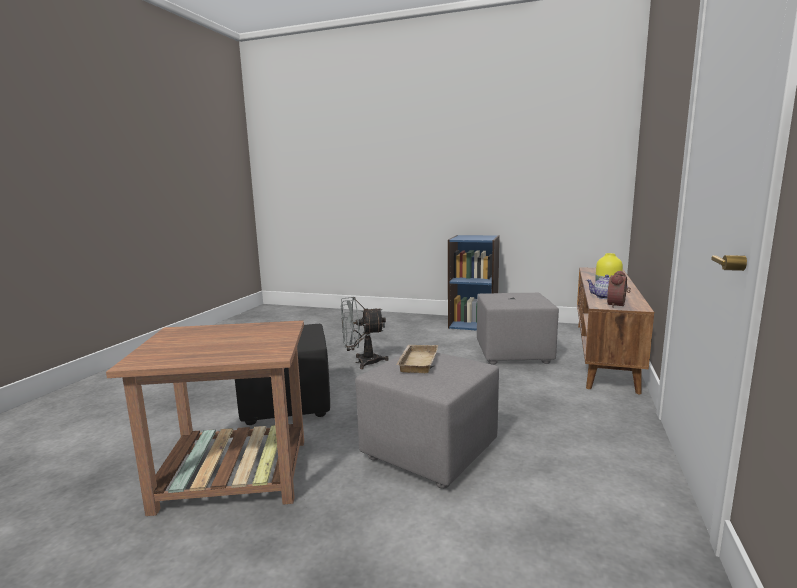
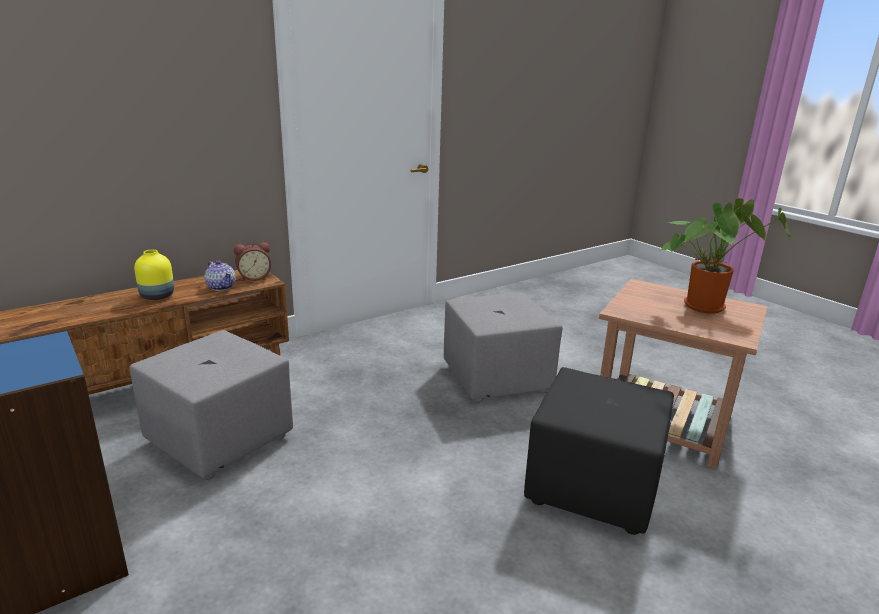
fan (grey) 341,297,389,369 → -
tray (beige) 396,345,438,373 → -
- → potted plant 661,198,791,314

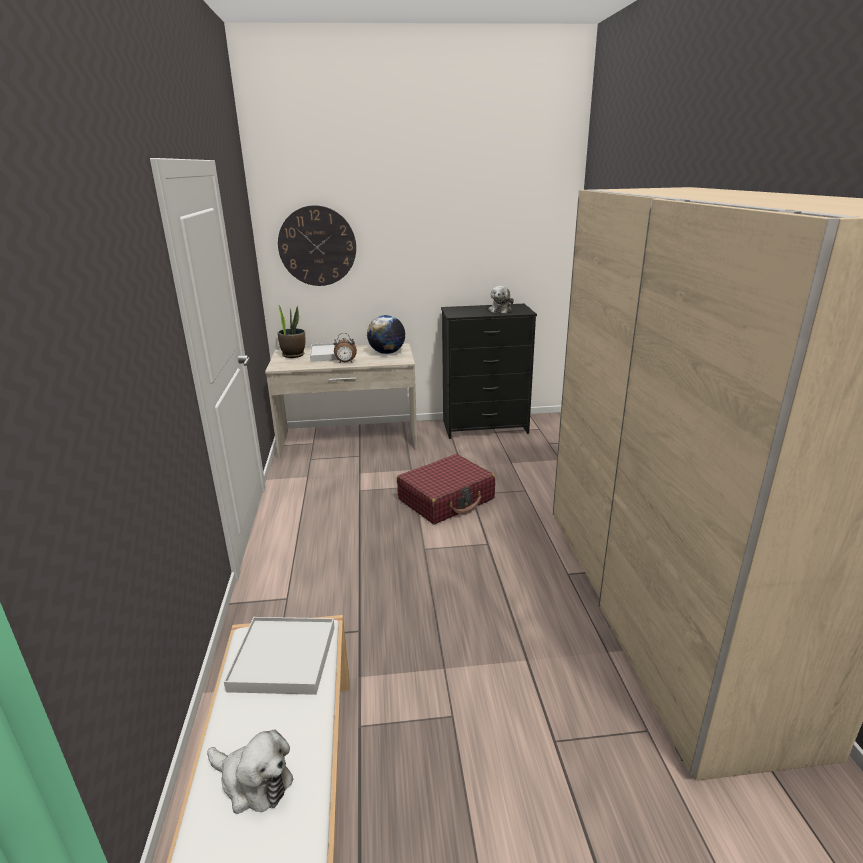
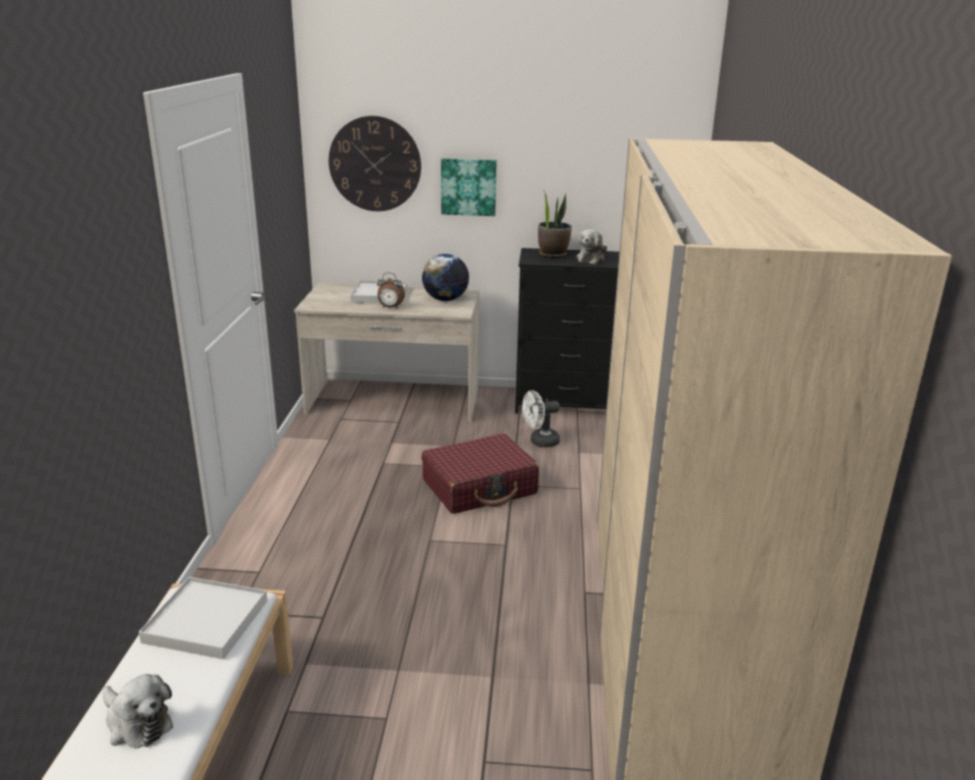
potted plant 278,304,305,358 → potted plant 538,190,572,258, shifted
- → picture 441,158,497,216
- → fan (white) 522,390,560,448

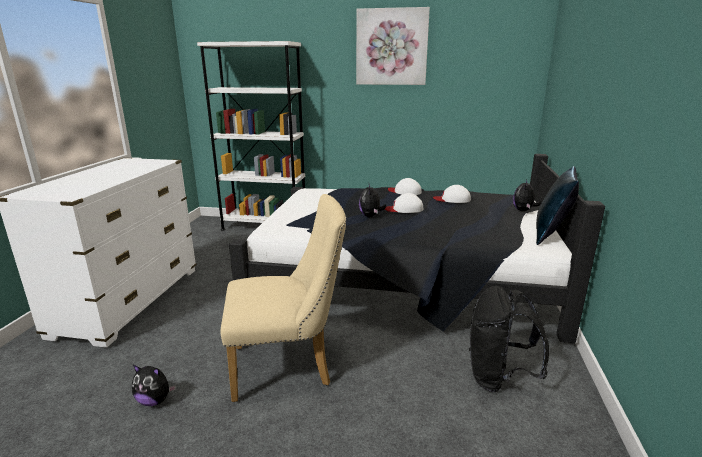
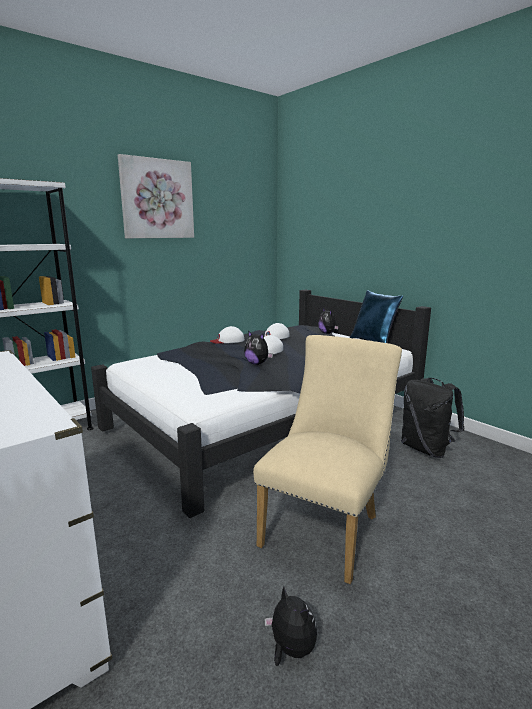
plush toy 132,365,176,406 → plush toy 264,586,317,666, 90 degrees counterclockwise

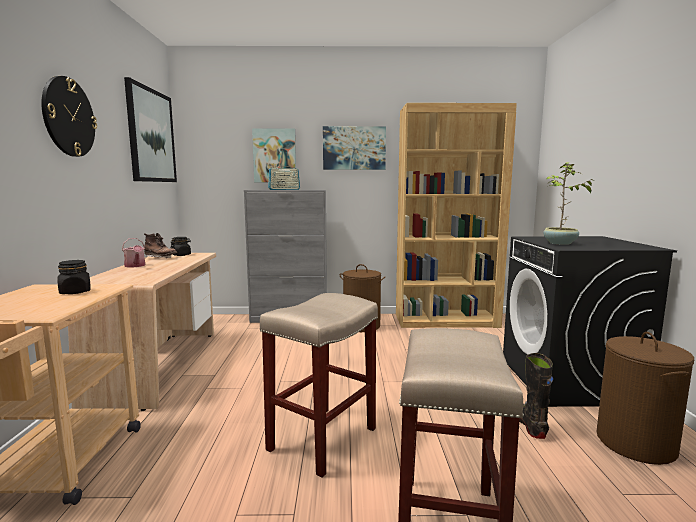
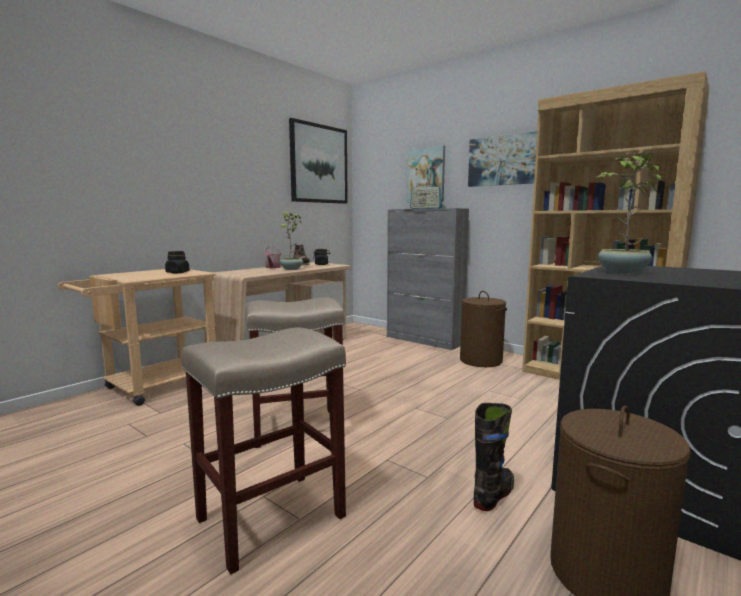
wall clock 41,76,97,157 → -
- → potted plant 280,211,303,270

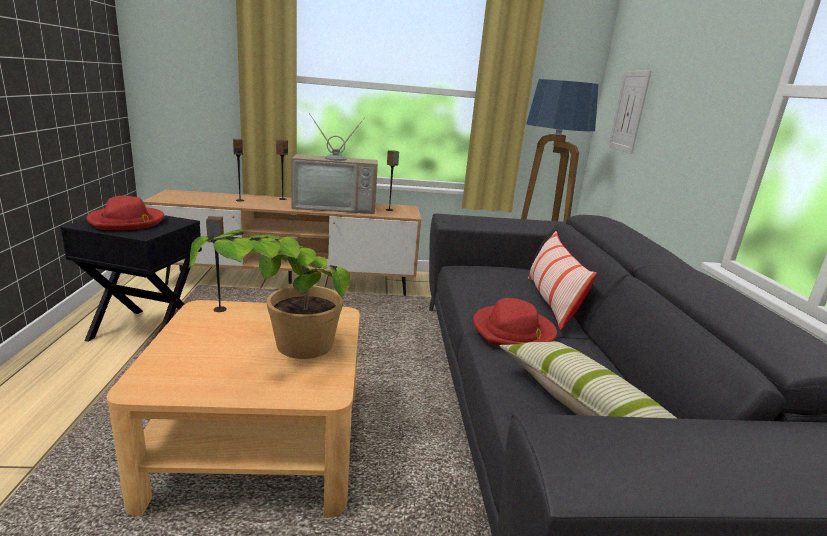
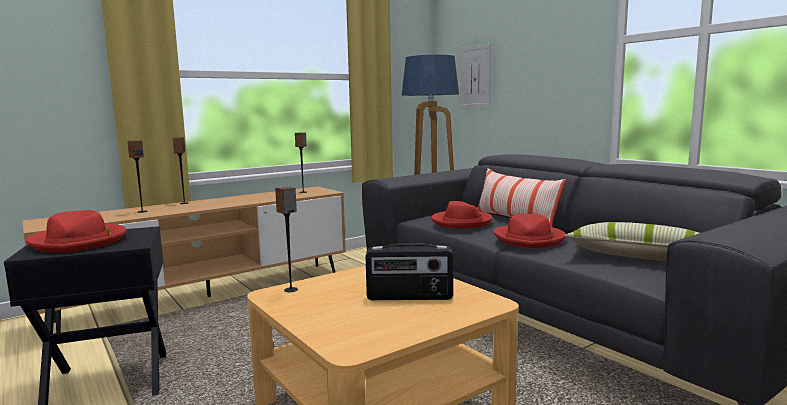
potted plant 188,229,351,359 → radio 366,244,453,300
television 291,113,378,214 → -
- → hat (red) 431,201,493,229

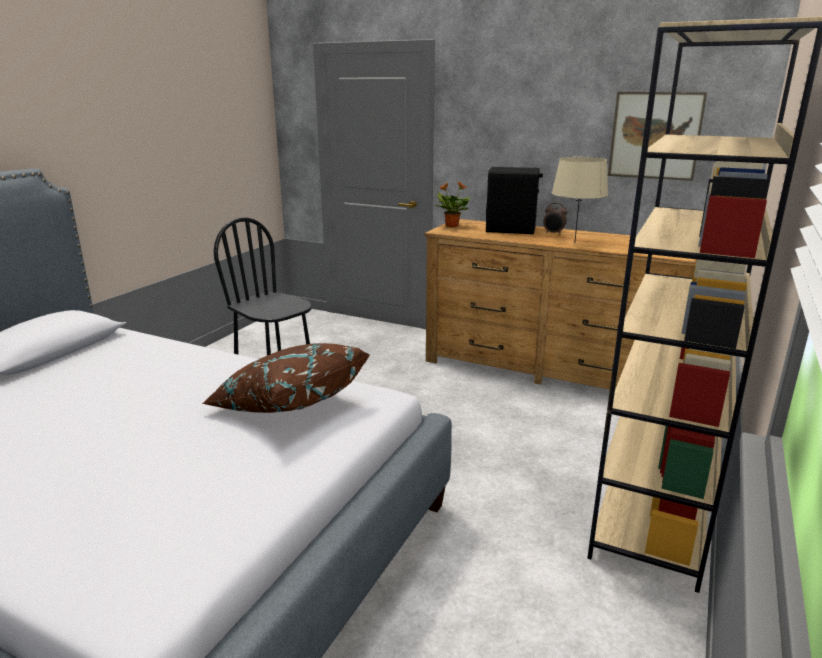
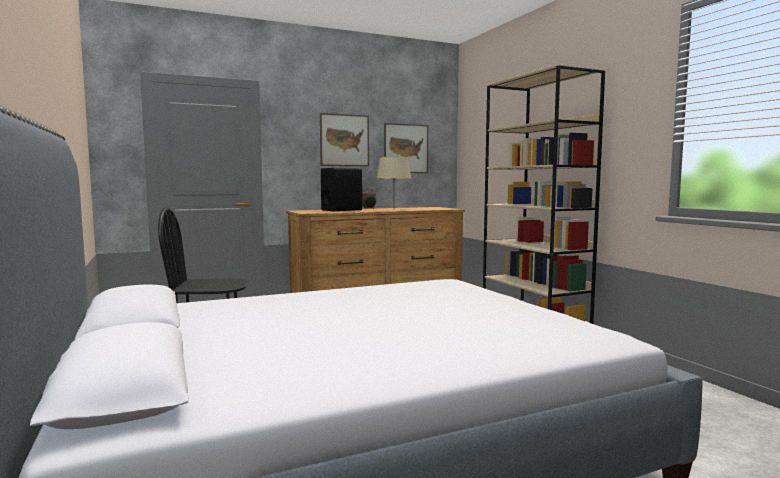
pillow (brown) 202,343,371,413 → -
potted plant 435,182,470,227 → -
- → picture 320,113,369,166

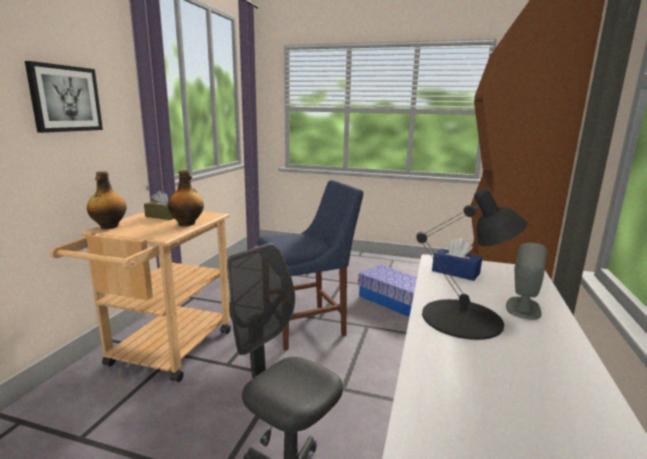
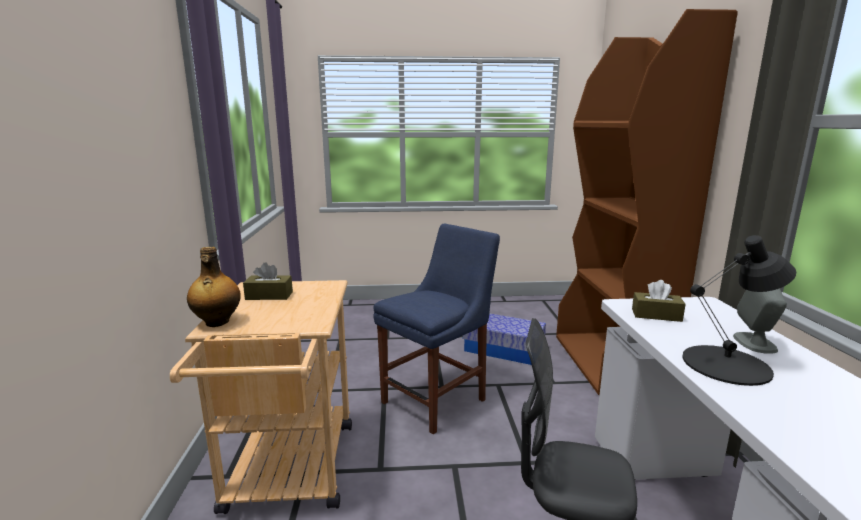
picture 25,61,103,133 → -
bottle 168,170,204,226 → -
tissue box (blue) 432,238,482,281 → tissue box (brown) 632,280,686,322

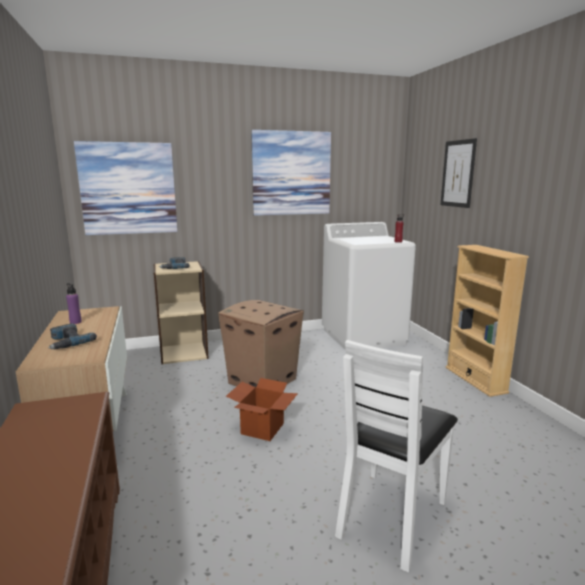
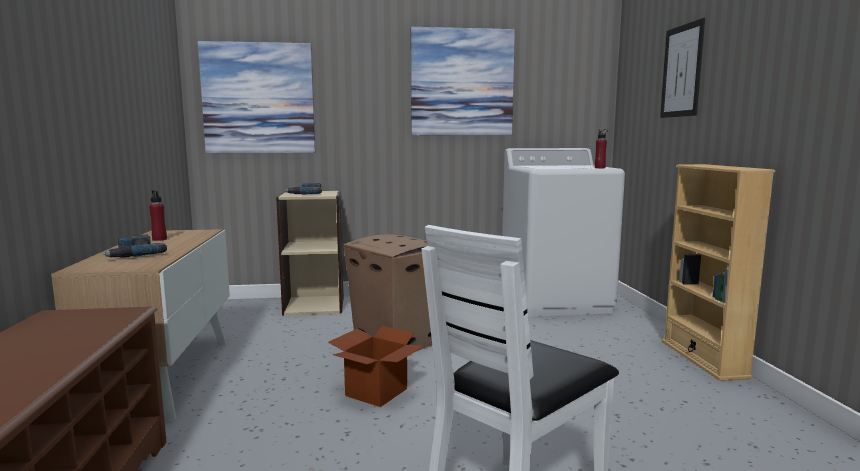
bottle (purple) 66,283,82,324 → bottle (red) 149,190,167,241

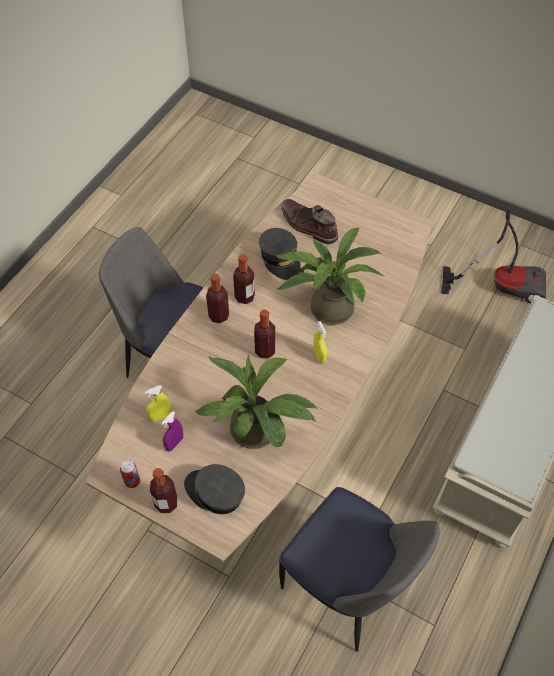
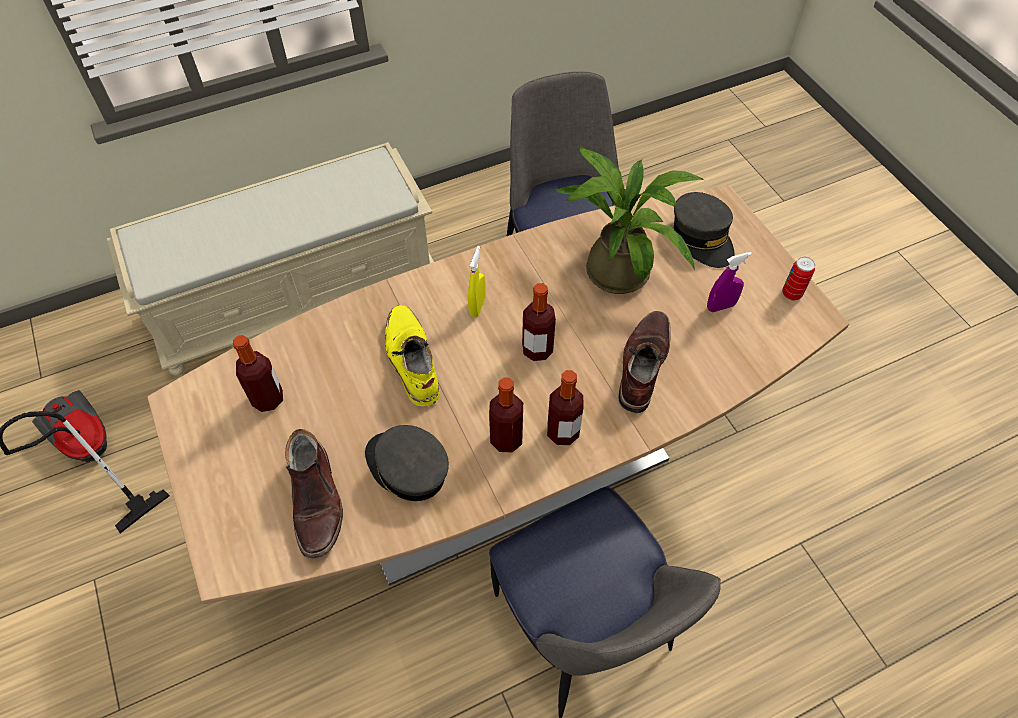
spray bottle (yellow) 145,385,171,422 → -
bottle 150,468,178,513 → bottle 233,335,283,412, shifted
cap (grey) 259,228,301,280 → cap (grey) 365,425,449,501, 60 degrees counterclockwise
potted plant 275,228,384,325 → boot (yellow) 385,305,440,406
- → boot (brown) 618,311,671,413

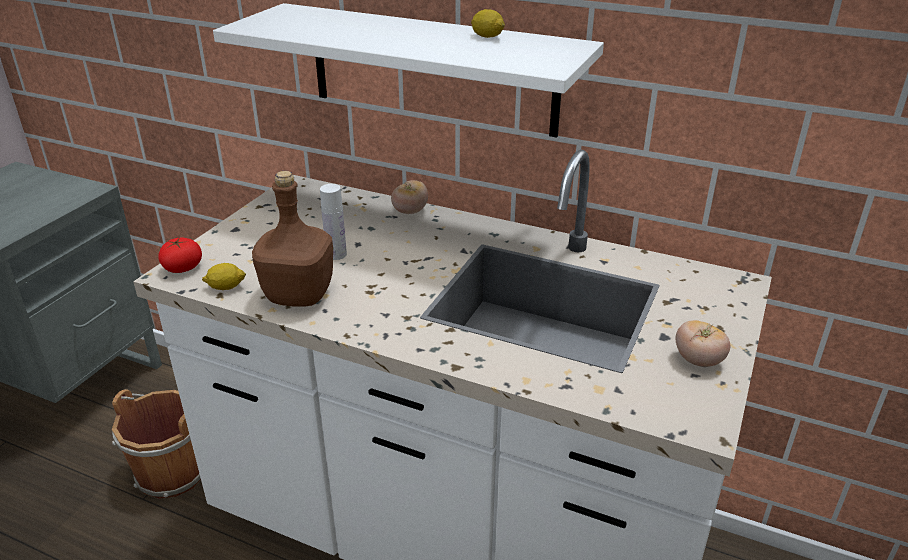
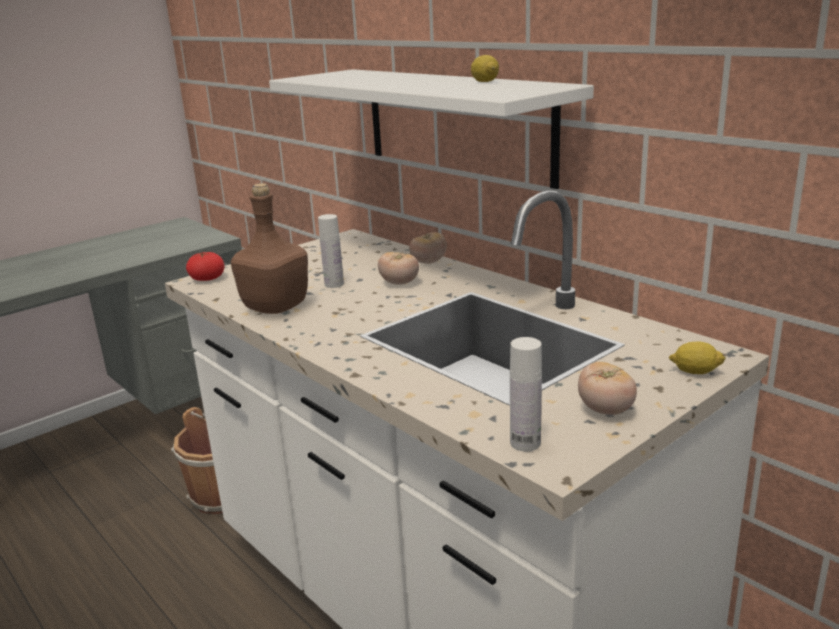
lemon 202,263,246,290 → lemon 669,342,726,374, shifted
- → tomato 378,252,419,284
- → bottle (white) 510,337,542,451

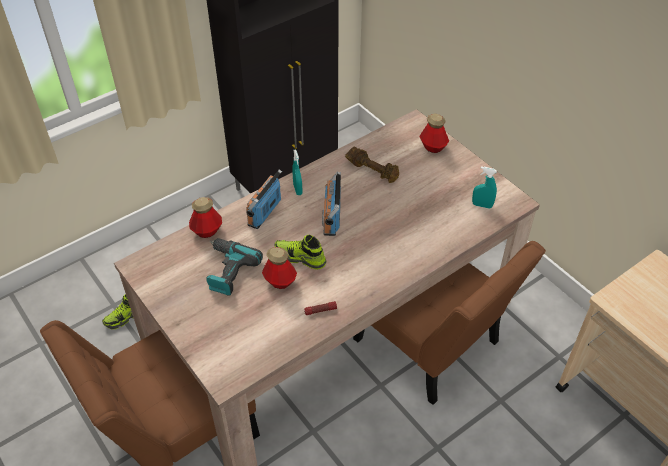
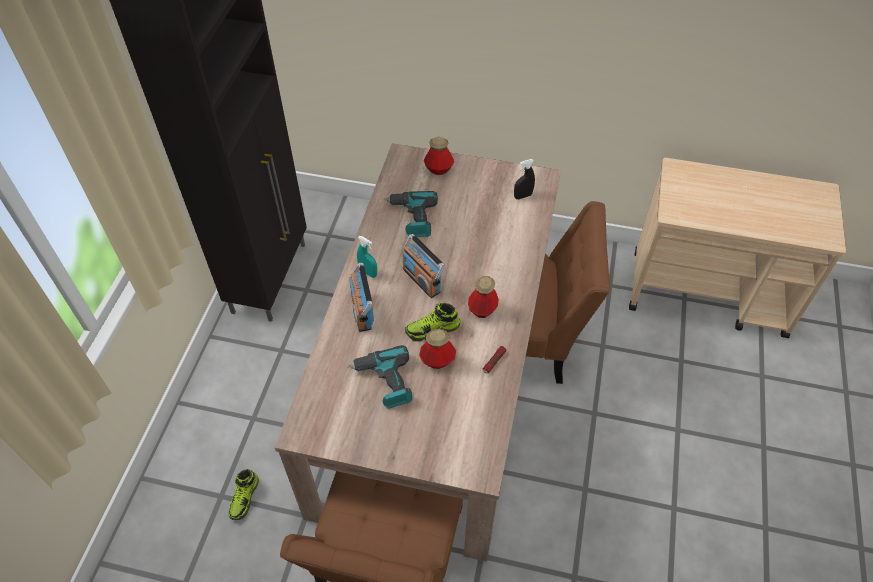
bottle 189,197,222,238 → bottle 468,276,499,318, shifted
dumbbell (brown) 345,147,399,183 → power drill 384,191,438,237
spray bottle (turquoise) 472,166,497,209 → spray bottle (black) 514,159,535,199

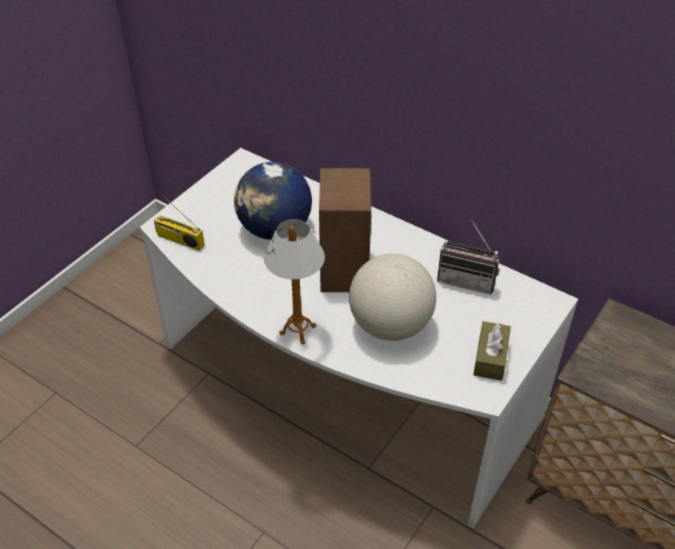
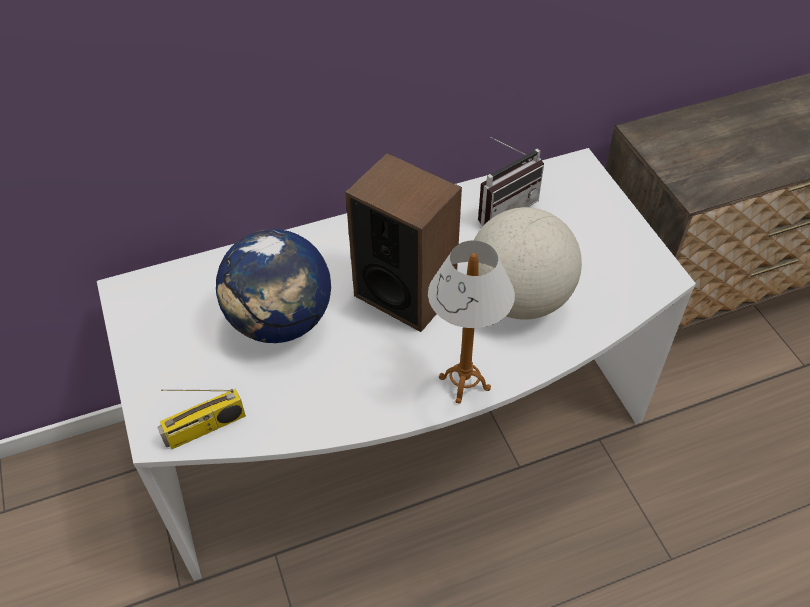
tissue box (brown) 473,321,511,381 → -

